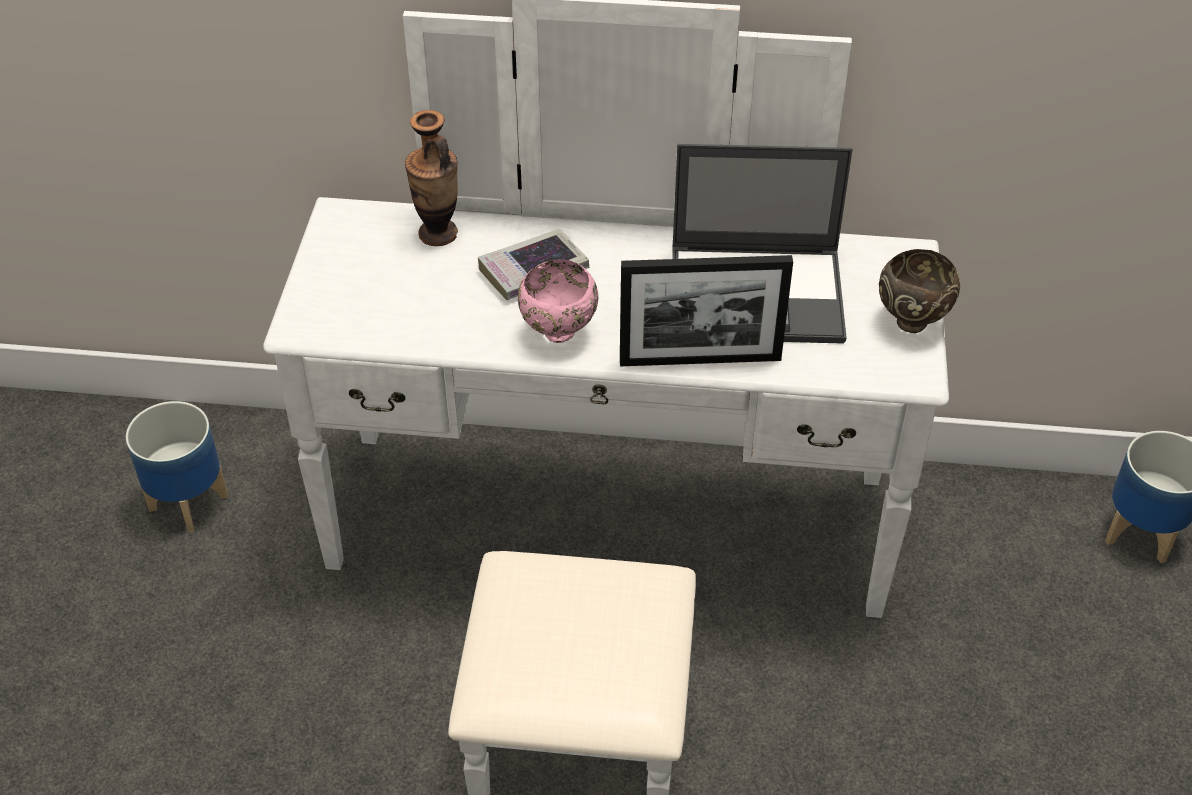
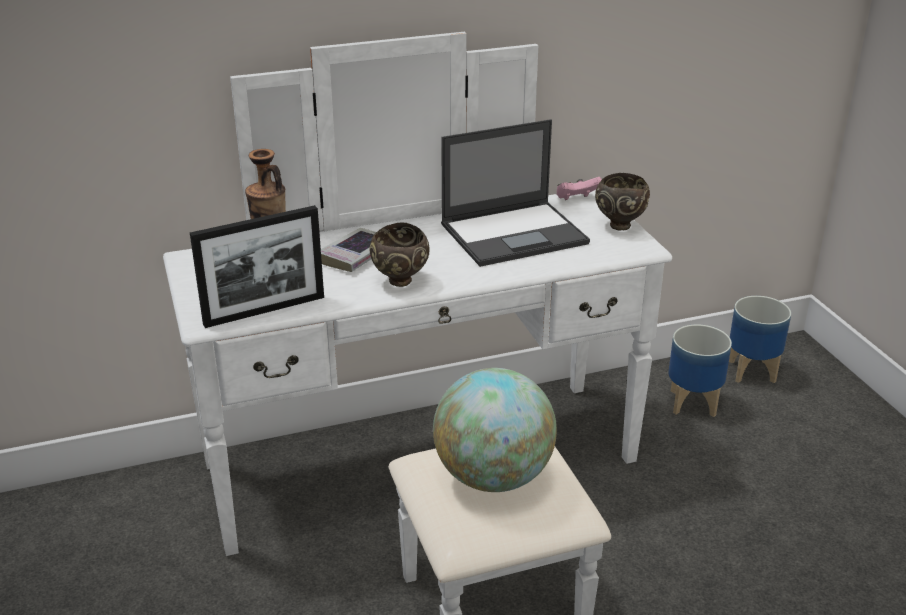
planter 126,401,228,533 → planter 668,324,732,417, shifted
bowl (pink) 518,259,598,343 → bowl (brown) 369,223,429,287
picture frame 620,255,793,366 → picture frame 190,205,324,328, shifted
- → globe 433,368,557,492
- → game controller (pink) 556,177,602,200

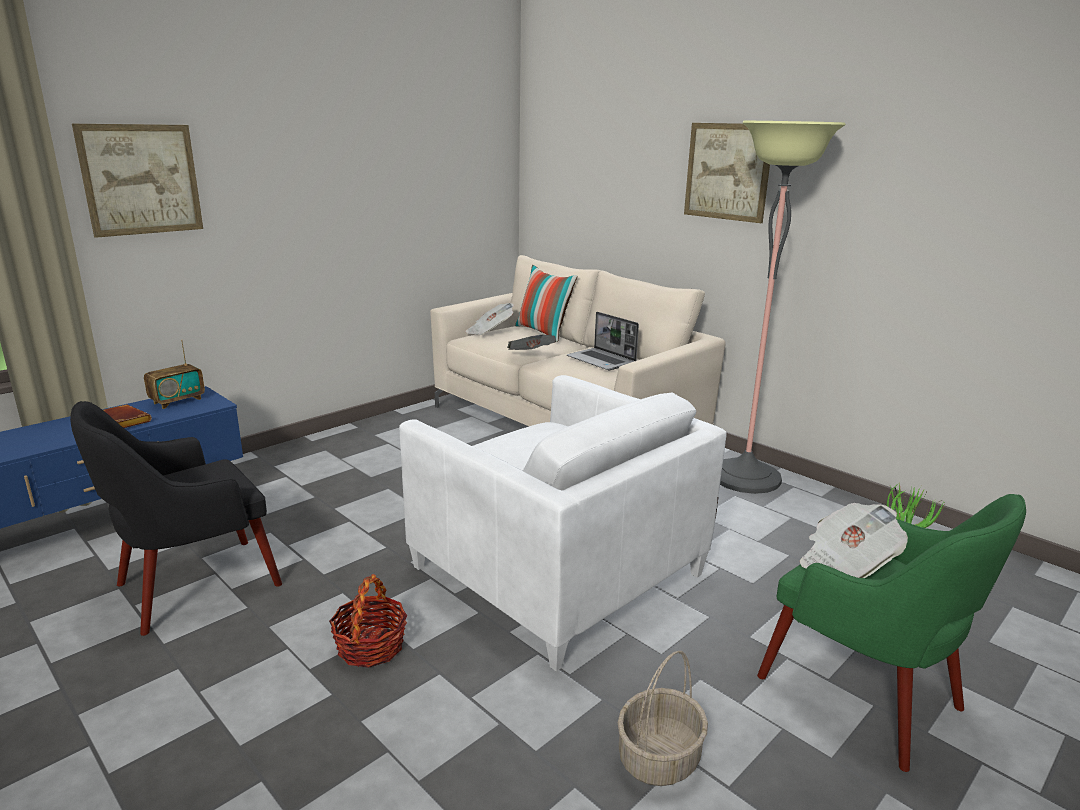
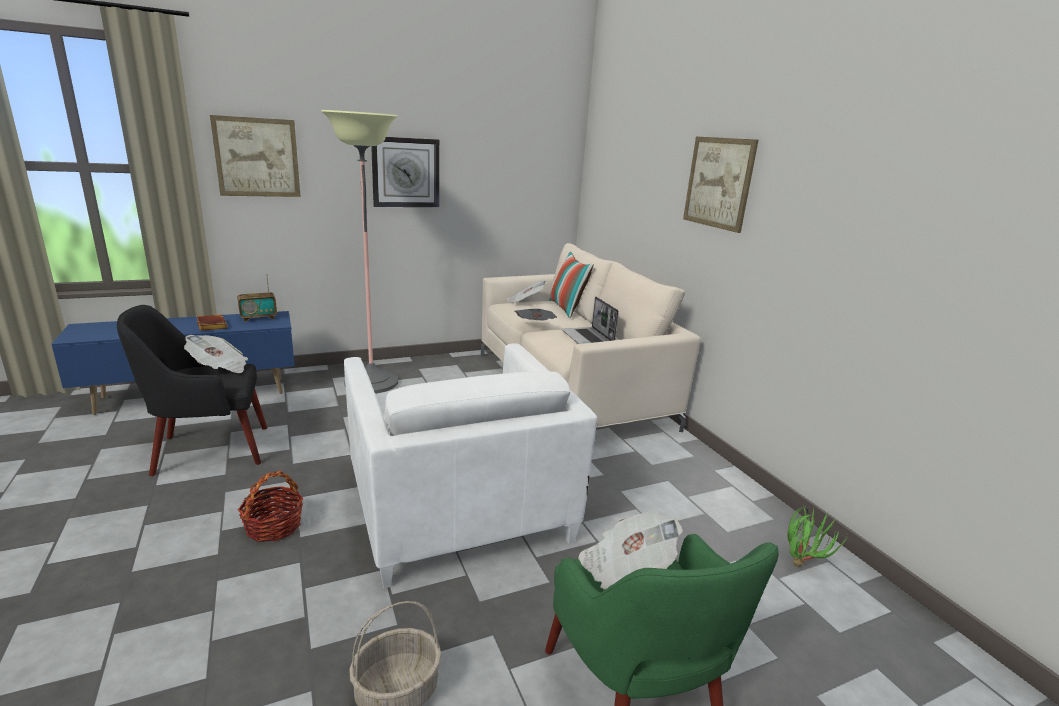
floor lamp 720,121,846,494 → floor lamp 321,110,398,394, shifted
- → newspaper 184,335,248,373
- → wall clock 371,137,439,207

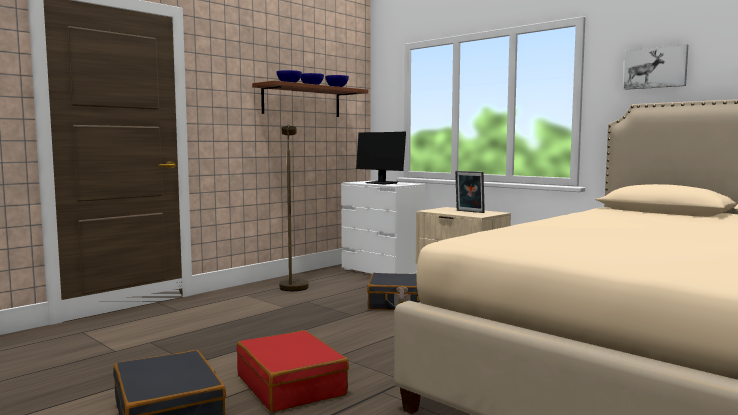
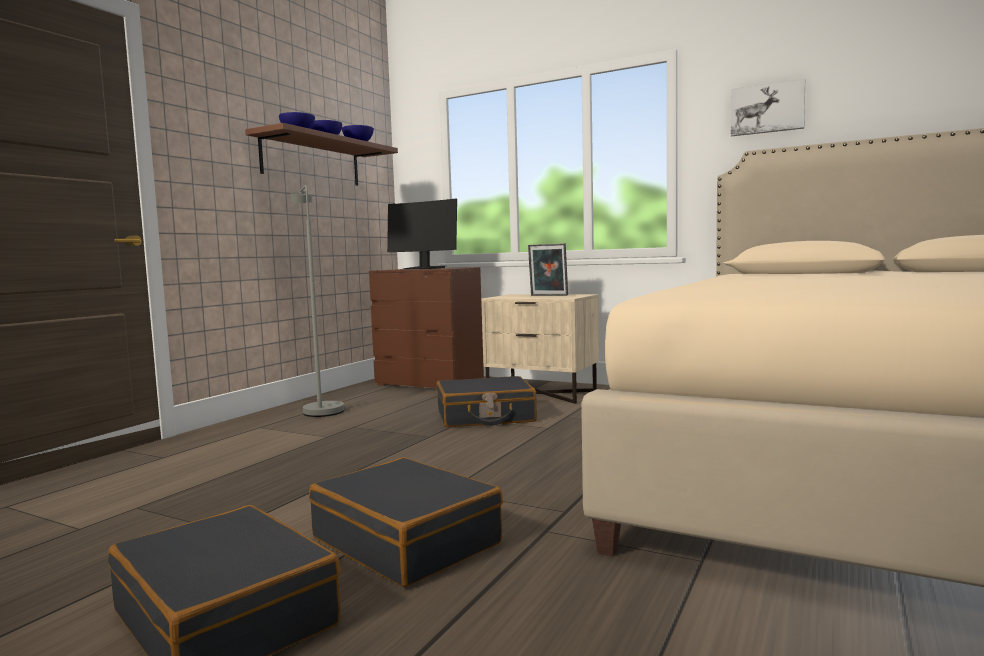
suitcase (red) 236,330,349,412 → suitcase (black) 309,457,503,587
floor lamp (brown) 279,125,309,291 → floor lamp (grey) 291,185,344,417
dresser (white) 341,181,425,274 → dresser (brown) 369,267,484,388

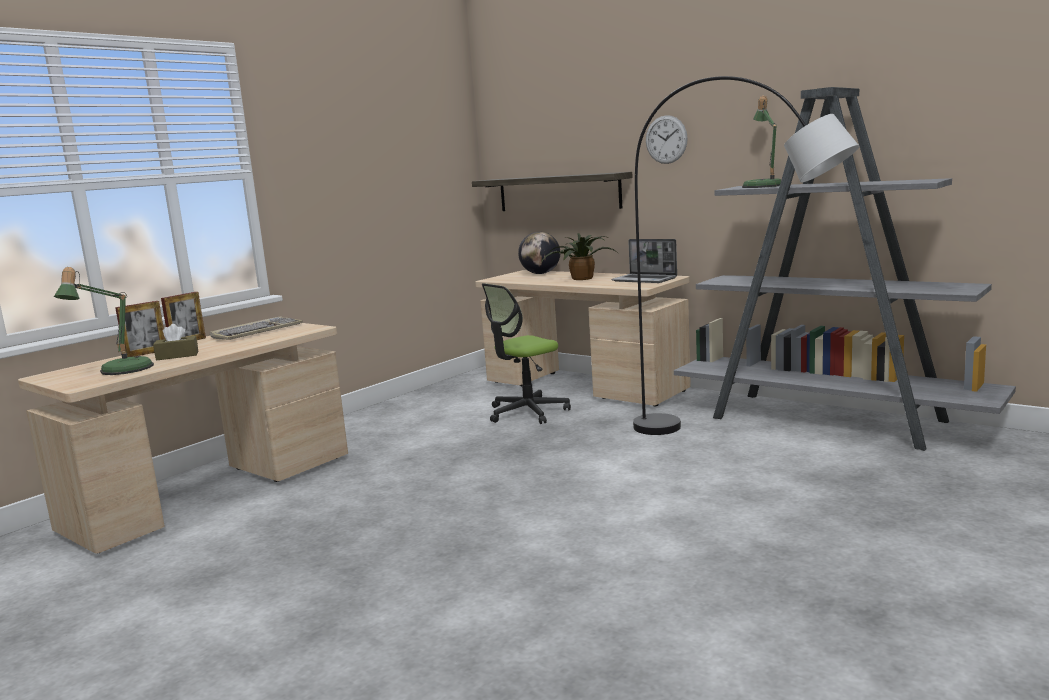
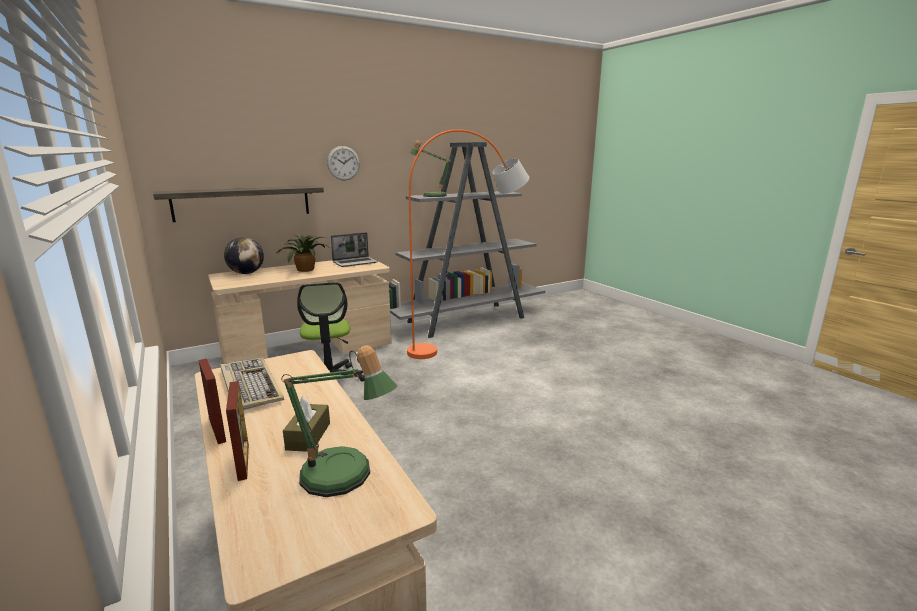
floor lamp (black) 633,76,859,435 → floor lamp (orange) 407,130,529,359

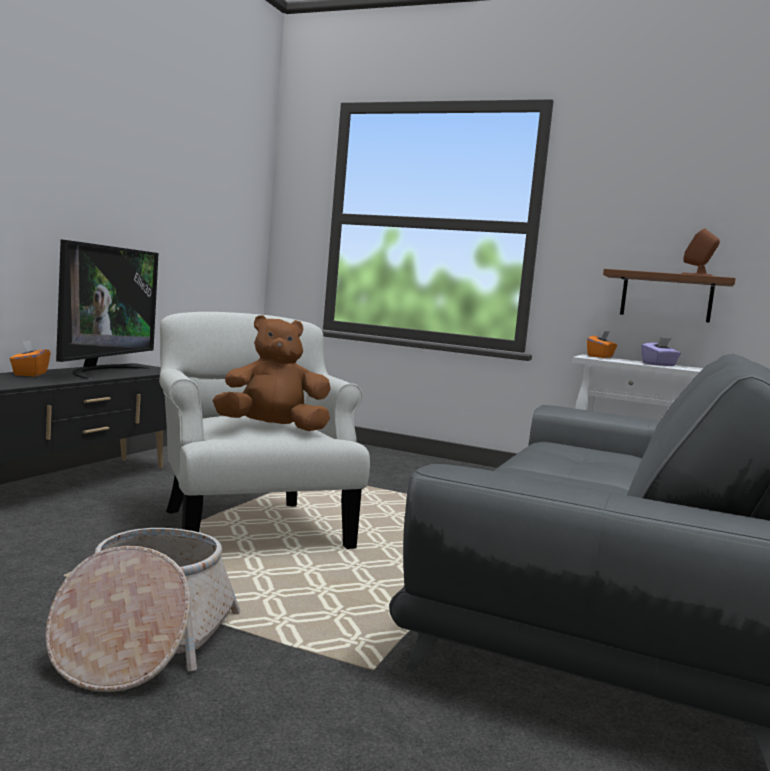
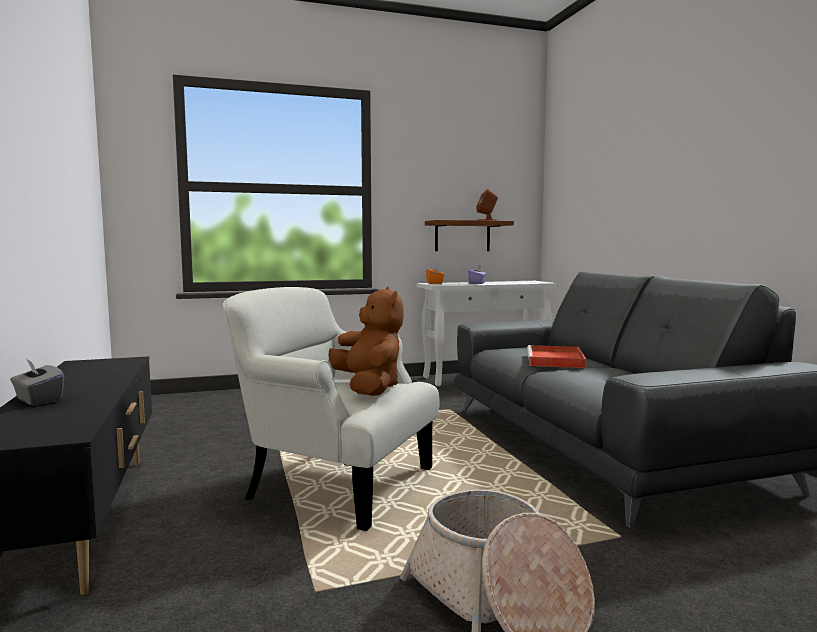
tissue box (orange) 10,340,51,377 → tissue box (grey) 10,360,64,406
television 56,240,159,379 → -
plush toy (brown) 213,315,331,431 → plush toy (brown) 329,287,404,396, 120 degrees clockwise
- → tray (red) 527,345,586,368

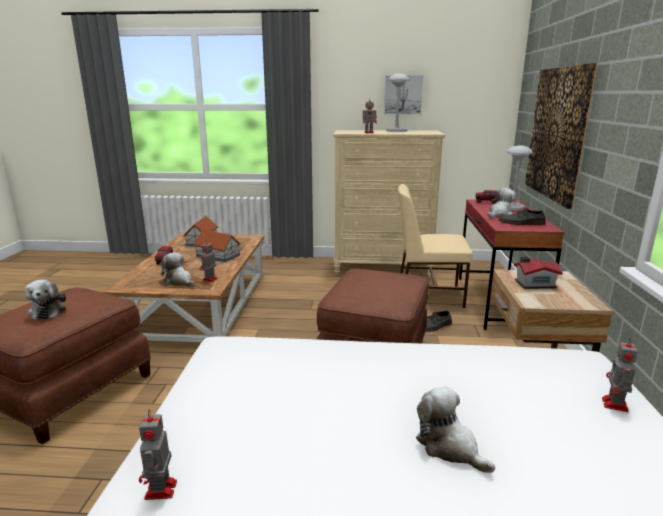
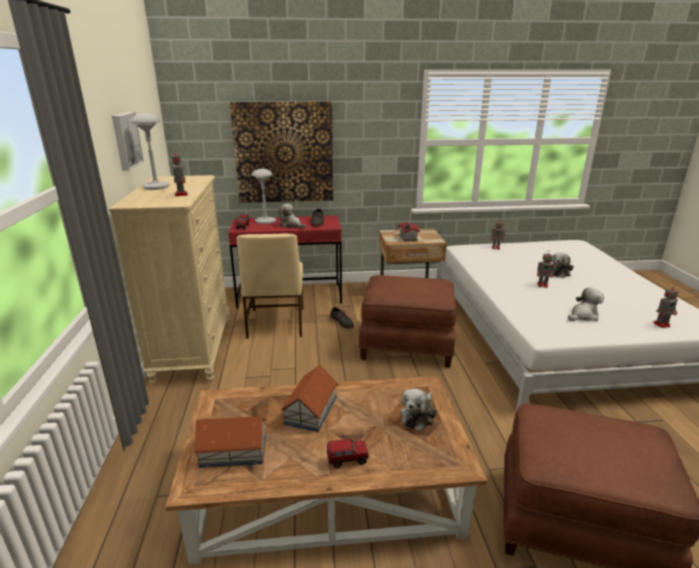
plush toy 25,280,66,320 → plush toy 568,287,604,321, shifted
toy robot 200,242,218,282 → toy robot 537,250,555,288, shifted

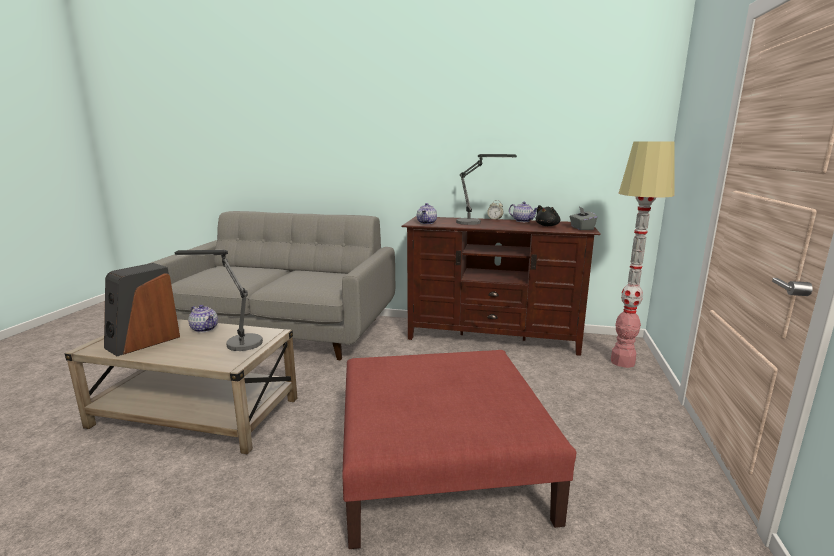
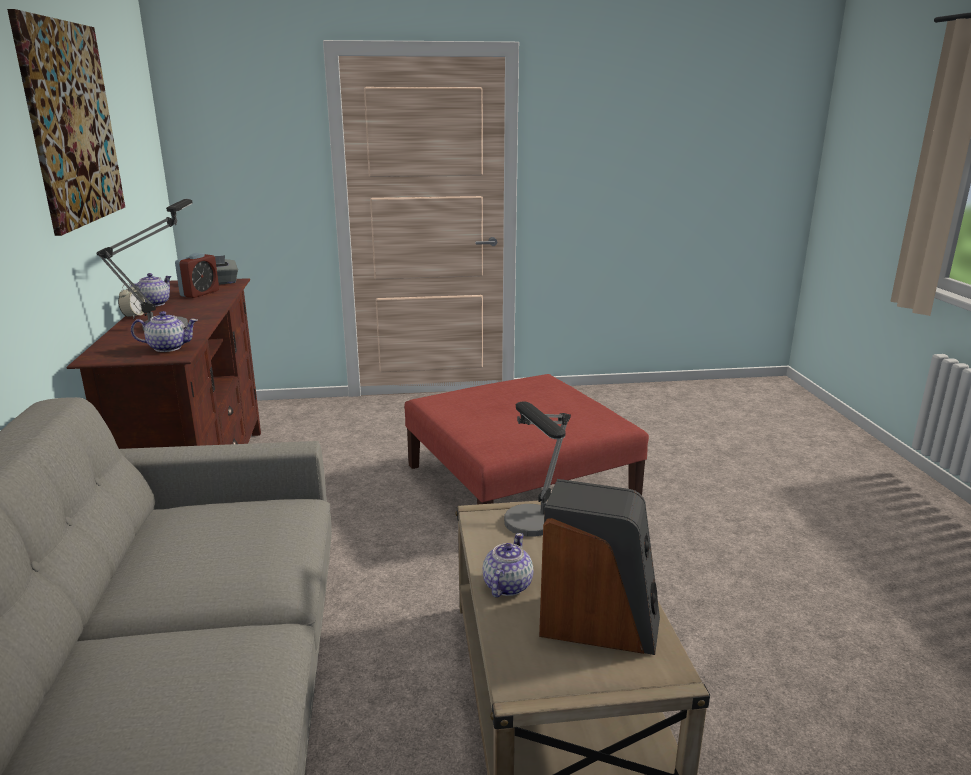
plush toy (black) 535,205,560,226 → alarm clock 175,253,219,298
floor lamp 611,142,675,368 → -
- → picture 7,9,125,236

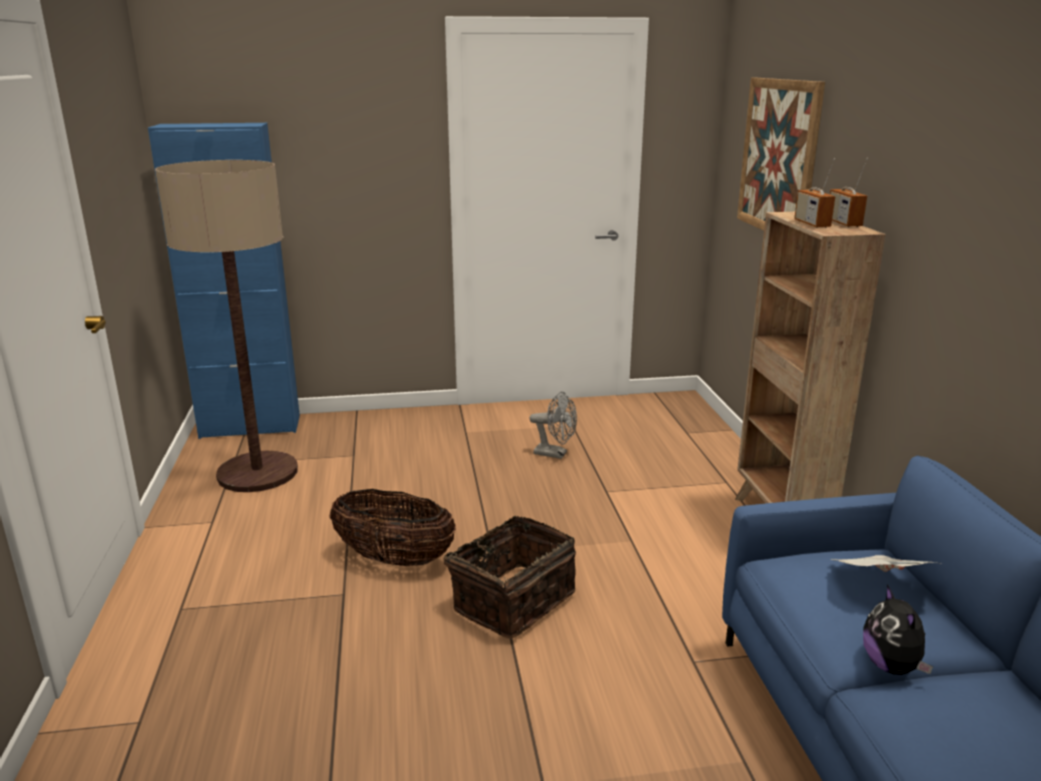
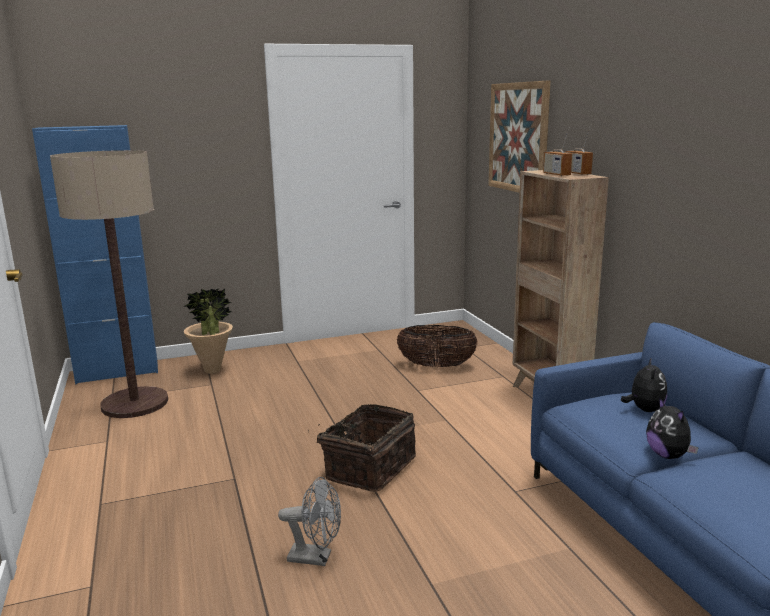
basket 329,489,456,566 → basket 397,325,478,367, shifted
fan (grey) 529,392,577,459 → fan (grey) 278,477,341,566, shifted
newspaper 833,555,935,572 → plush toy 621,357,667,412
- → potted plant 184,288,233,374

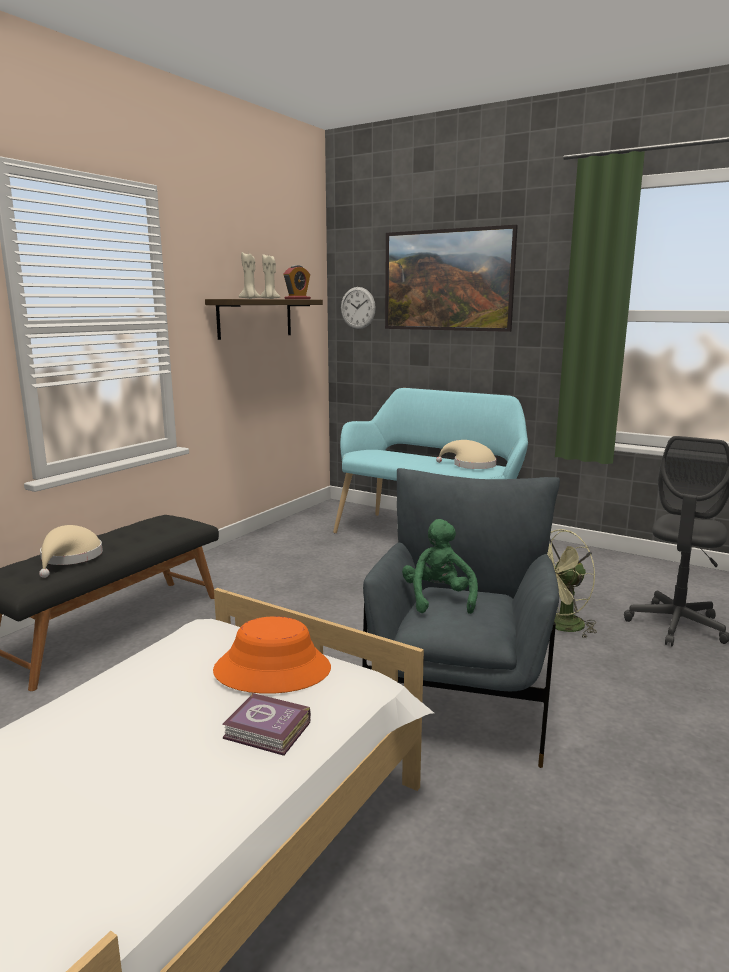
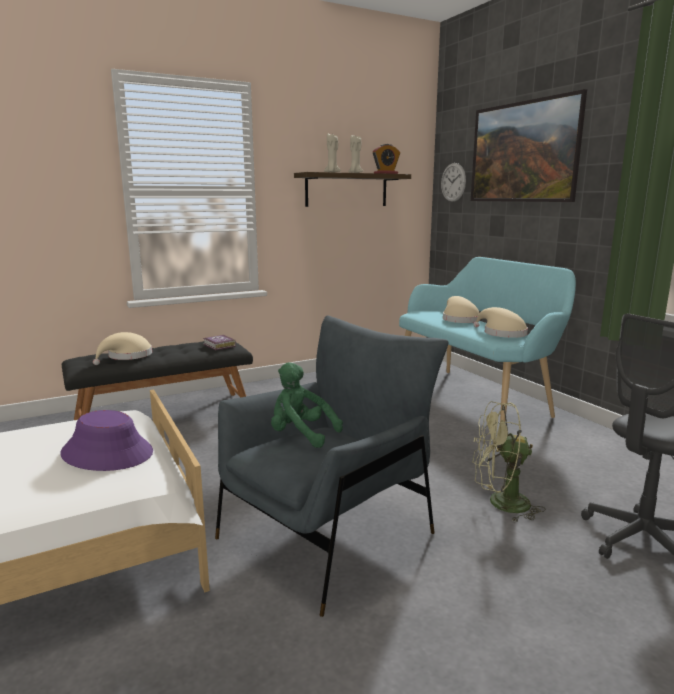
hat (orange) 213,616,331,694 → hat (purple) 60,410,153,471
book 222,693,311,756 → book 203,335,236,350, shifted
plush toy (green) 402,519,478,614 → plush toy (green) 271,362,343,448, 90 degrees counterclockwise
- → hat (beige) 443,296,480,323

